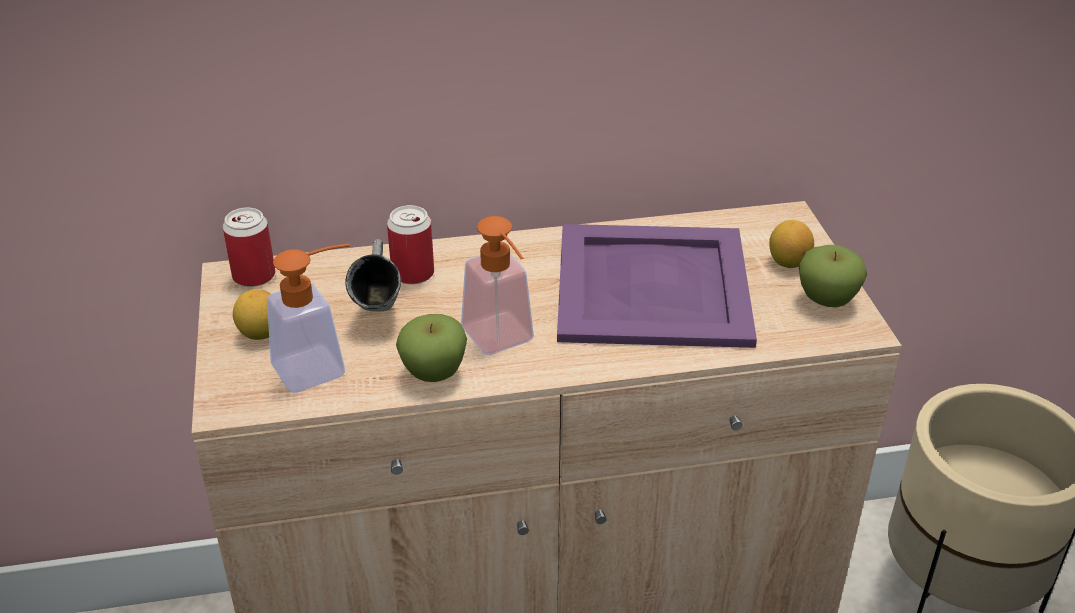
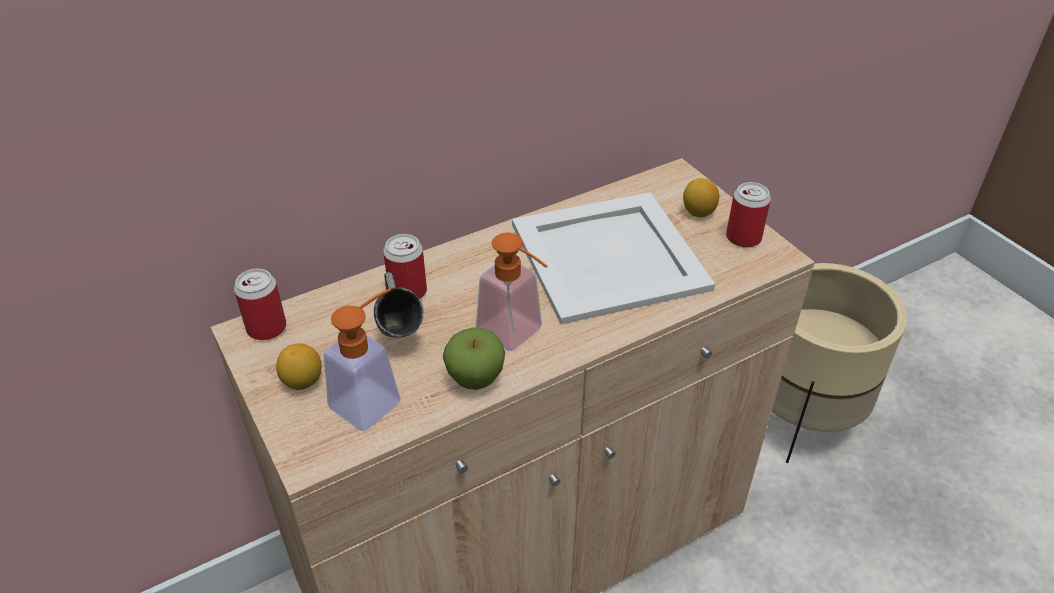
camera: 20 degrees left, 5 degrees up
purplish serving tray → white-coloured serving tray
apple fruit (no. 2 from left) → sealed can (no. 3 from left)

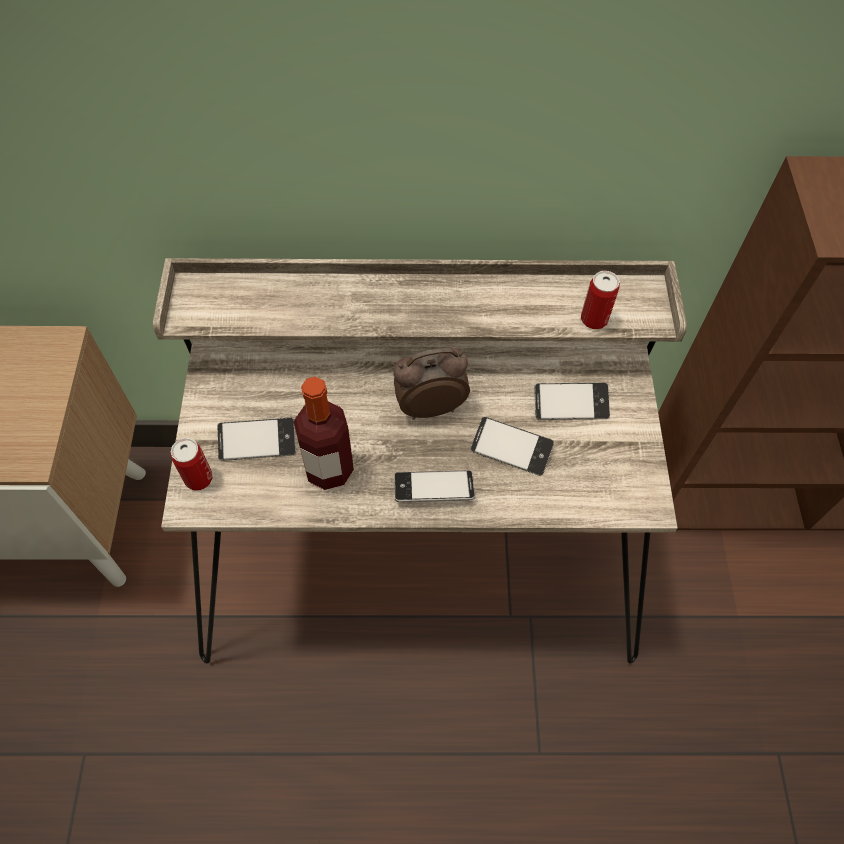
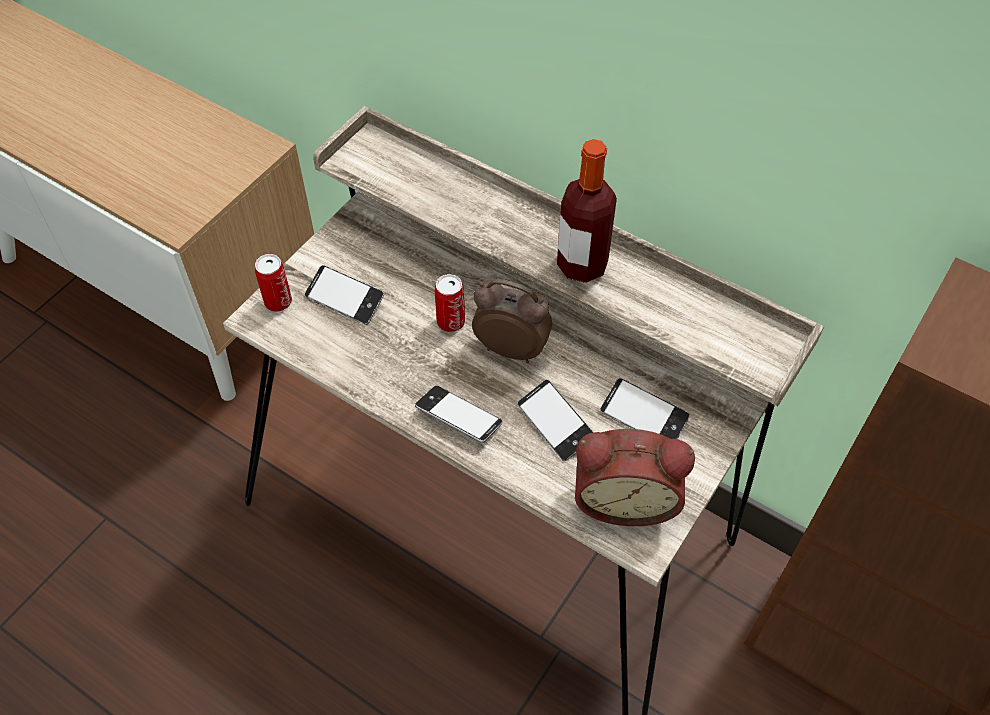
camera: 35 degrees right, 5 degrees down
drink bottle, shifted
sealed can (no. 2 from left), shifted
- → table clock (no. 2 from left)

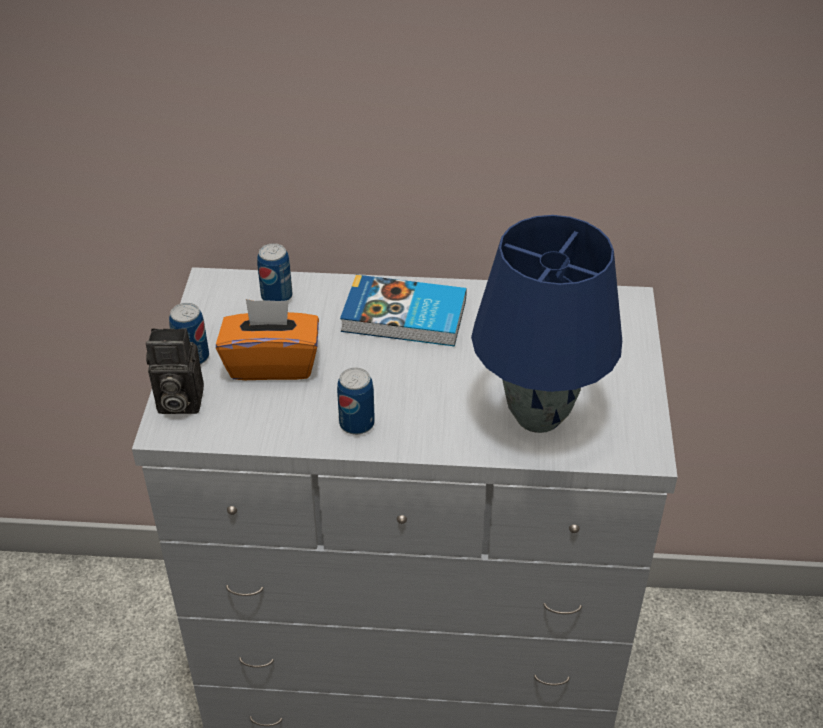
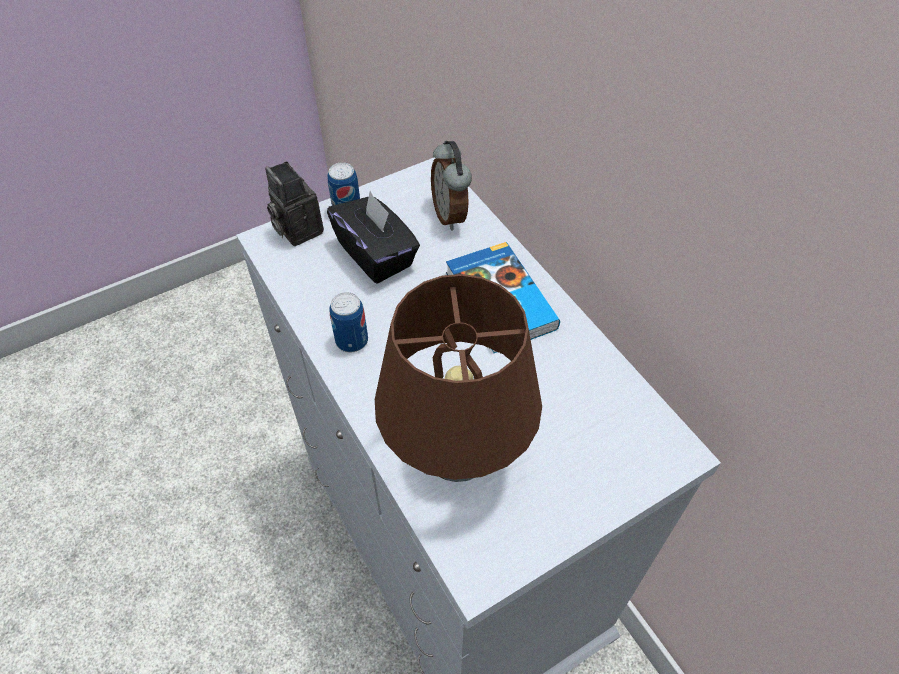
camera: 55 degrees right, 10 degrees up
orange box of tissues → black box of tissues
sealed can (no. 2 from left) → table clock
bluish tabletop lamp → brownish tabletop lamp

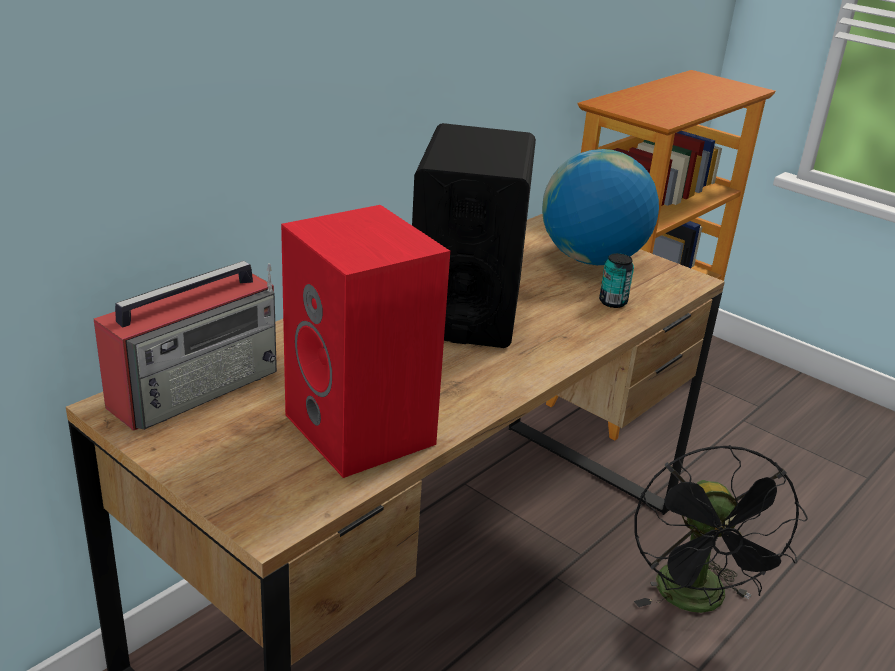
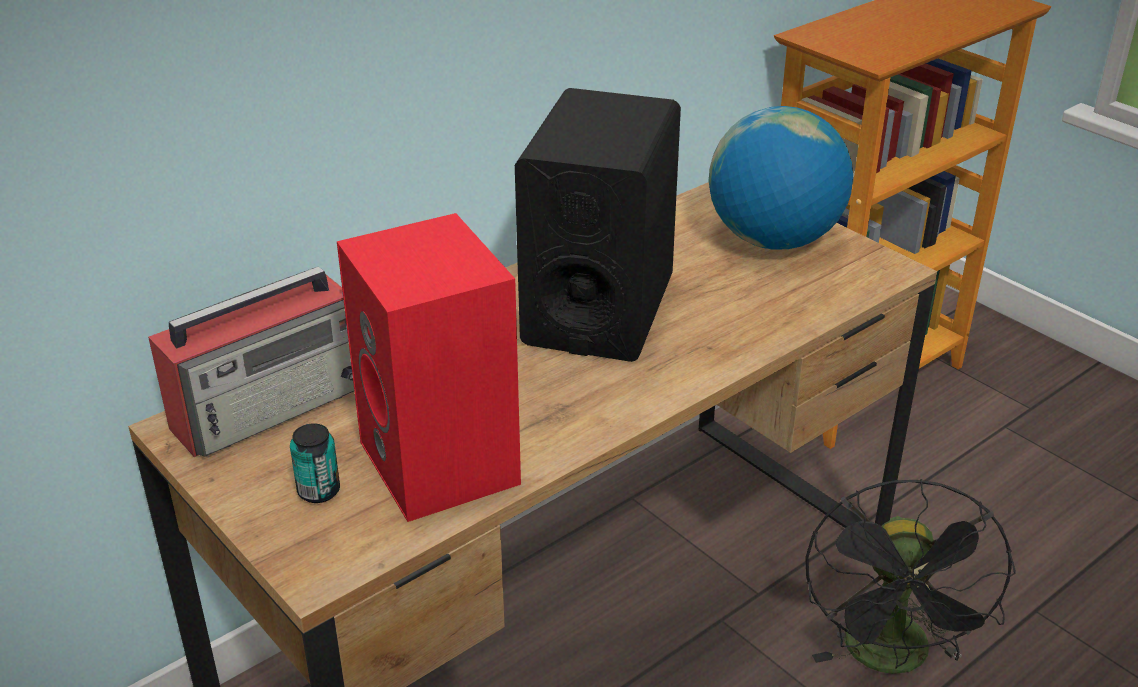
camera: 10 degrees right, 5 degrees up
sealed can, shifted

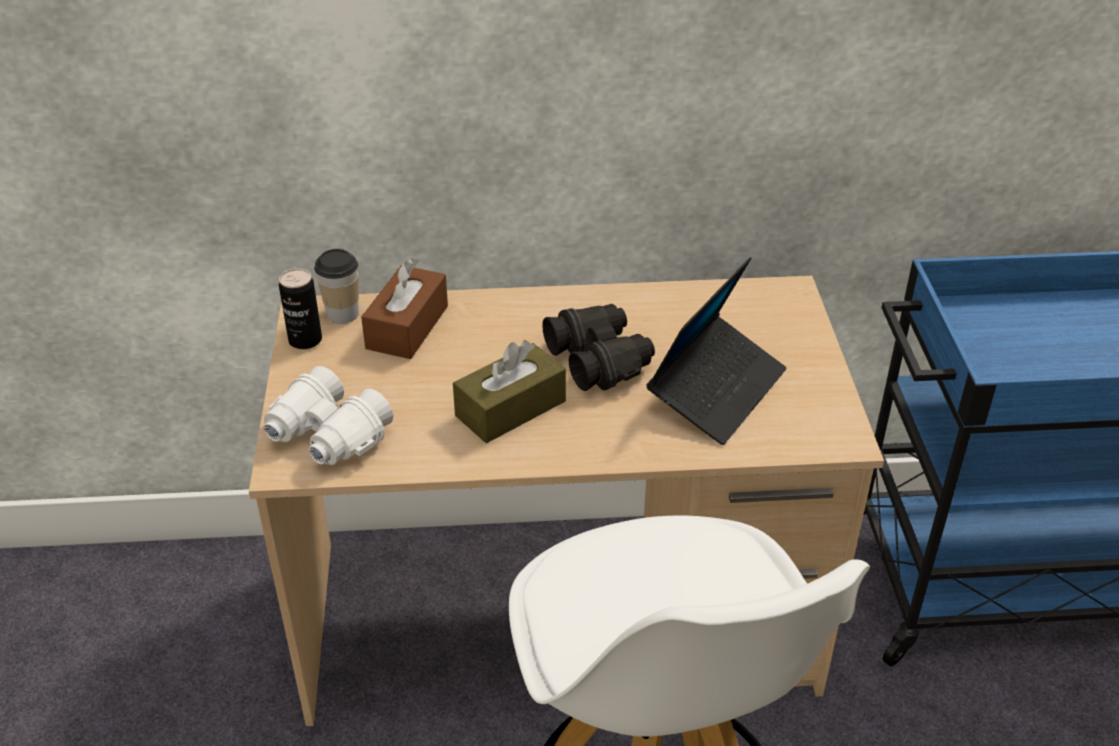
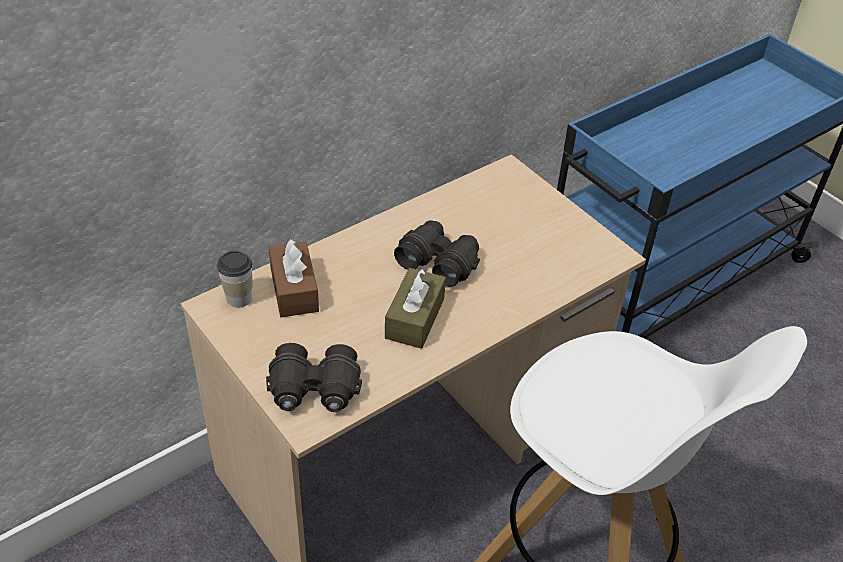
camera: 35 degrees left, 5 degrees up
white-coloured pair of binoculars → black pair of binoculars (no. 1 from left)
sealed can → -
notebook computer → -

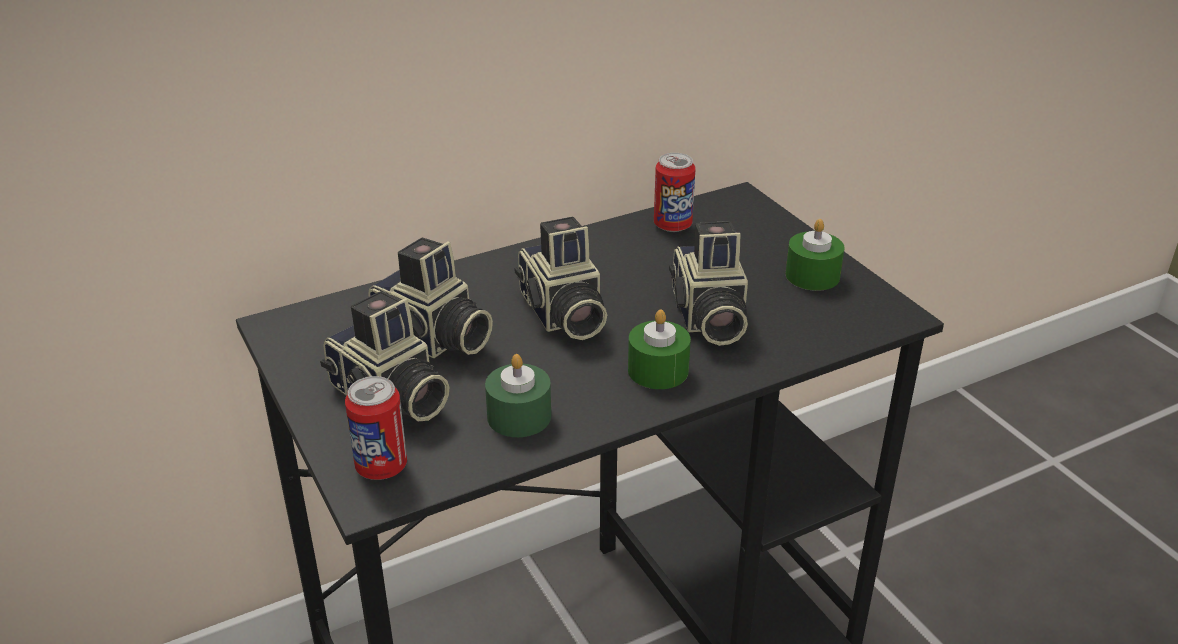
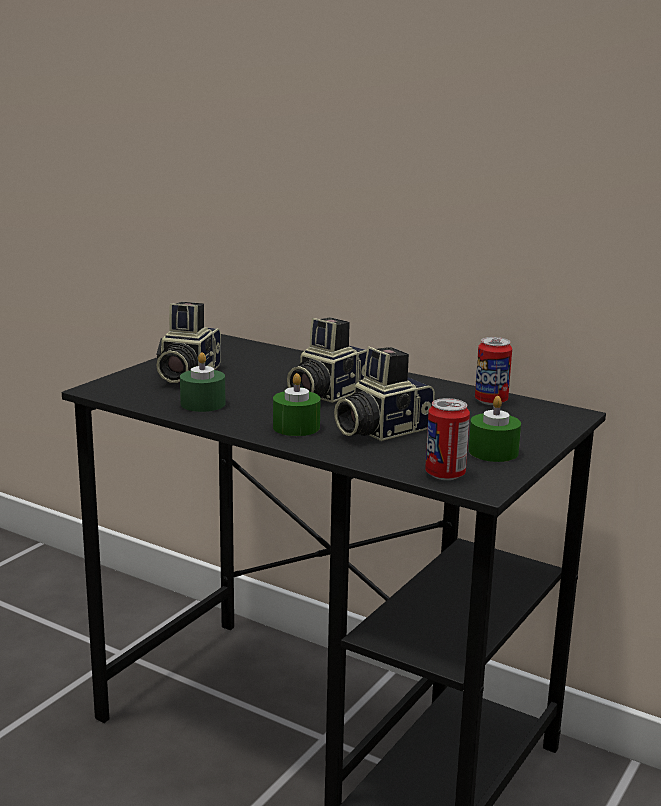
camera: 60 degrees right, 15 degrees down
sealed can (no. 1 from left), shifted
photo camera (no. 2 from left) → -

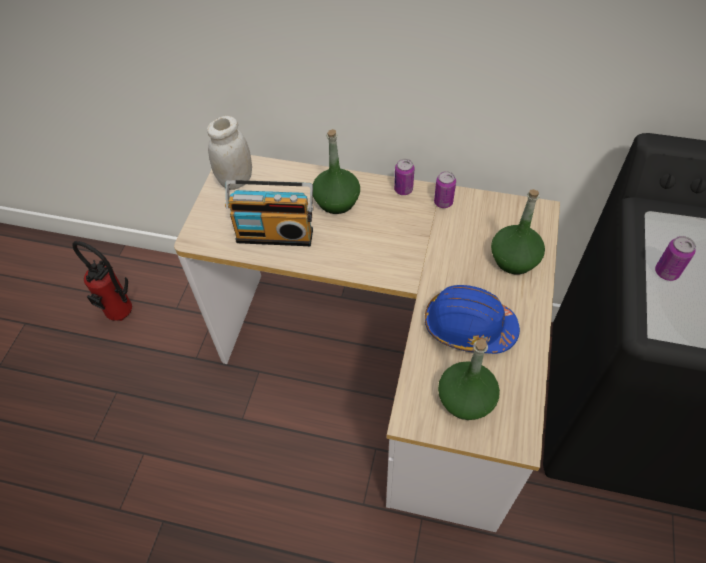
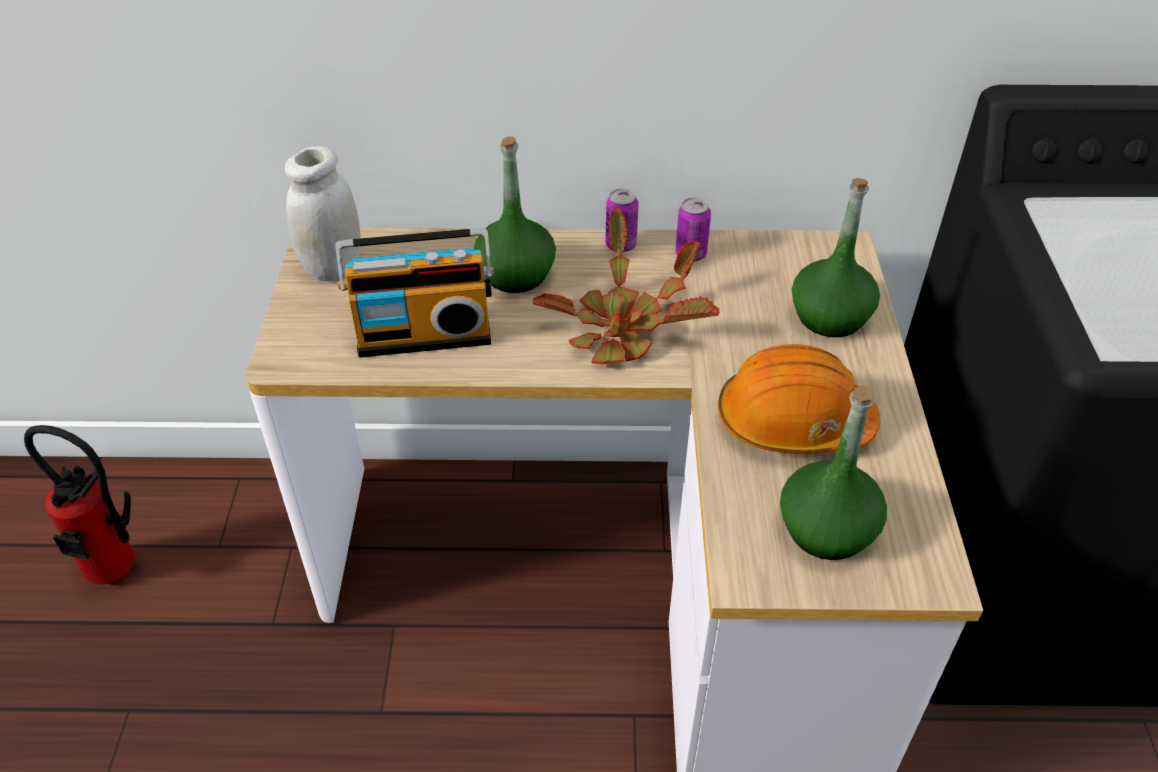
camera: 15 degrees left, 10 degrees down
bluish hard hat → orange hard hat
sealed can (no. 3 from left) → -
- → plant in a pot

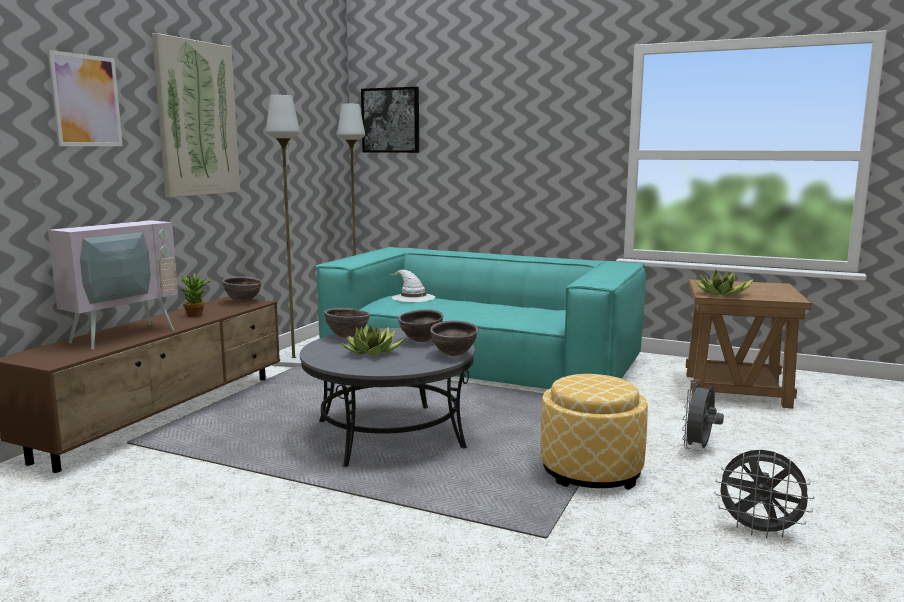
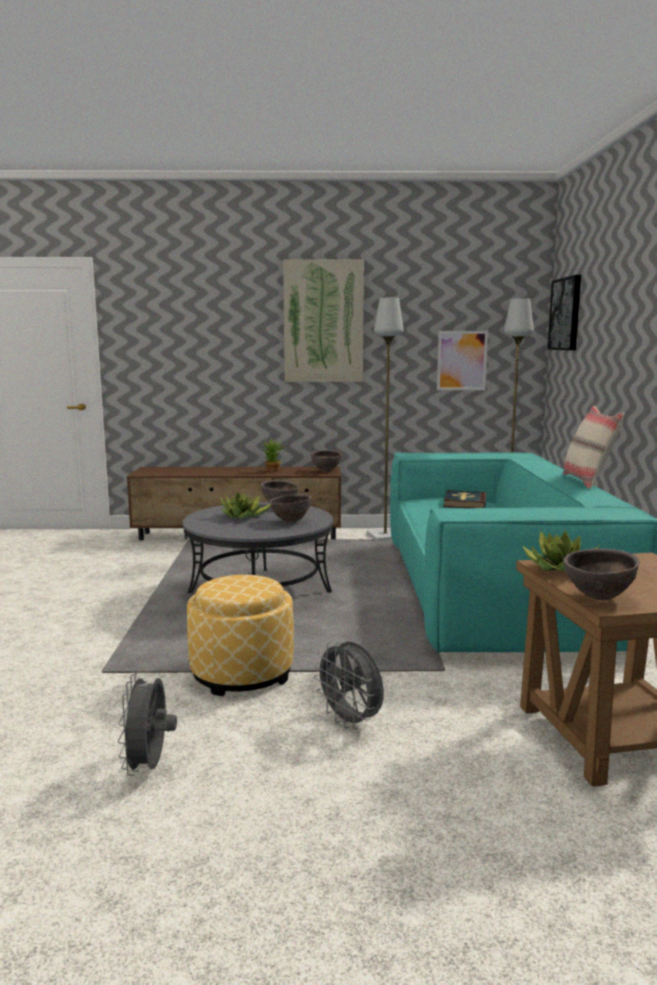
camera: 65 degrees right, 0 degrees up
TV → -
wall art (no. 1 from left in the first image) → wall art (no. 2 from left), shifted
white-coloured hat → bound book
brownish deep dish (no. 4 from left), shifted
greyish cooling fan (no. 1 from left in the first image) → greyish cooling fan (no. 2 from left), 135 degrees counterclockwise
- → beige-coloured throw pillow

